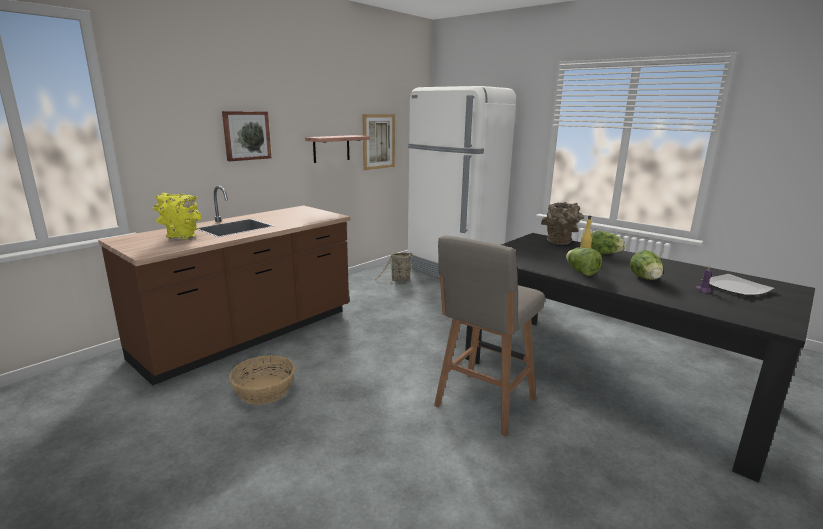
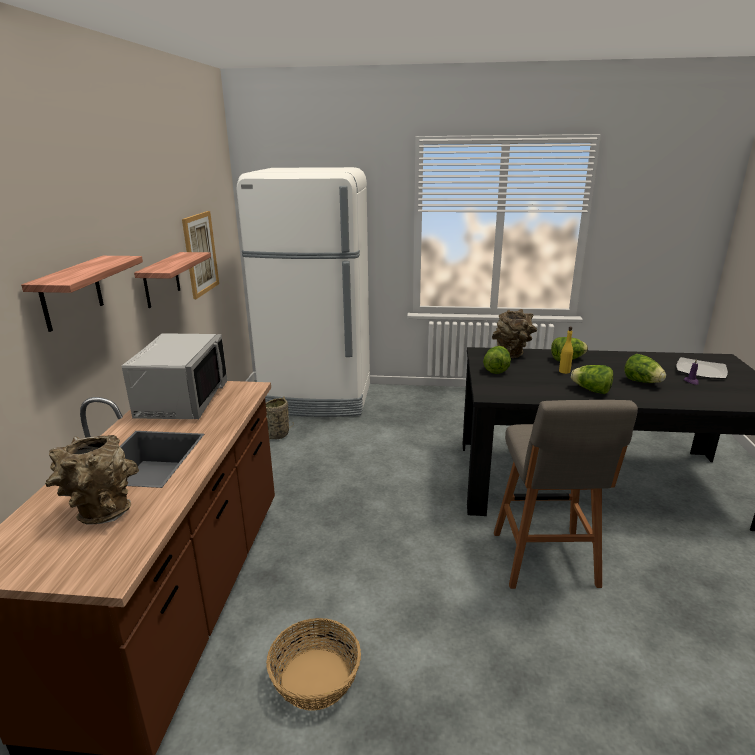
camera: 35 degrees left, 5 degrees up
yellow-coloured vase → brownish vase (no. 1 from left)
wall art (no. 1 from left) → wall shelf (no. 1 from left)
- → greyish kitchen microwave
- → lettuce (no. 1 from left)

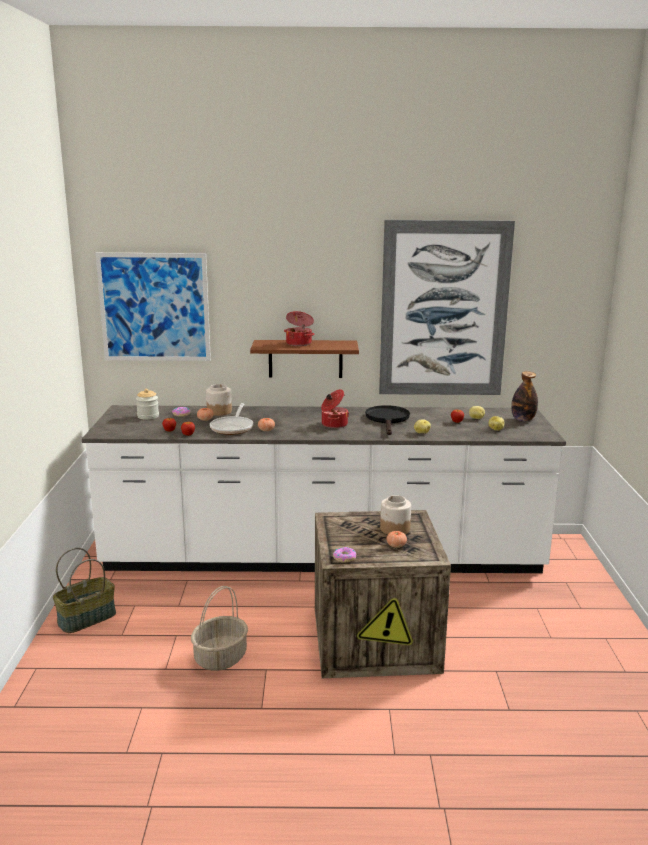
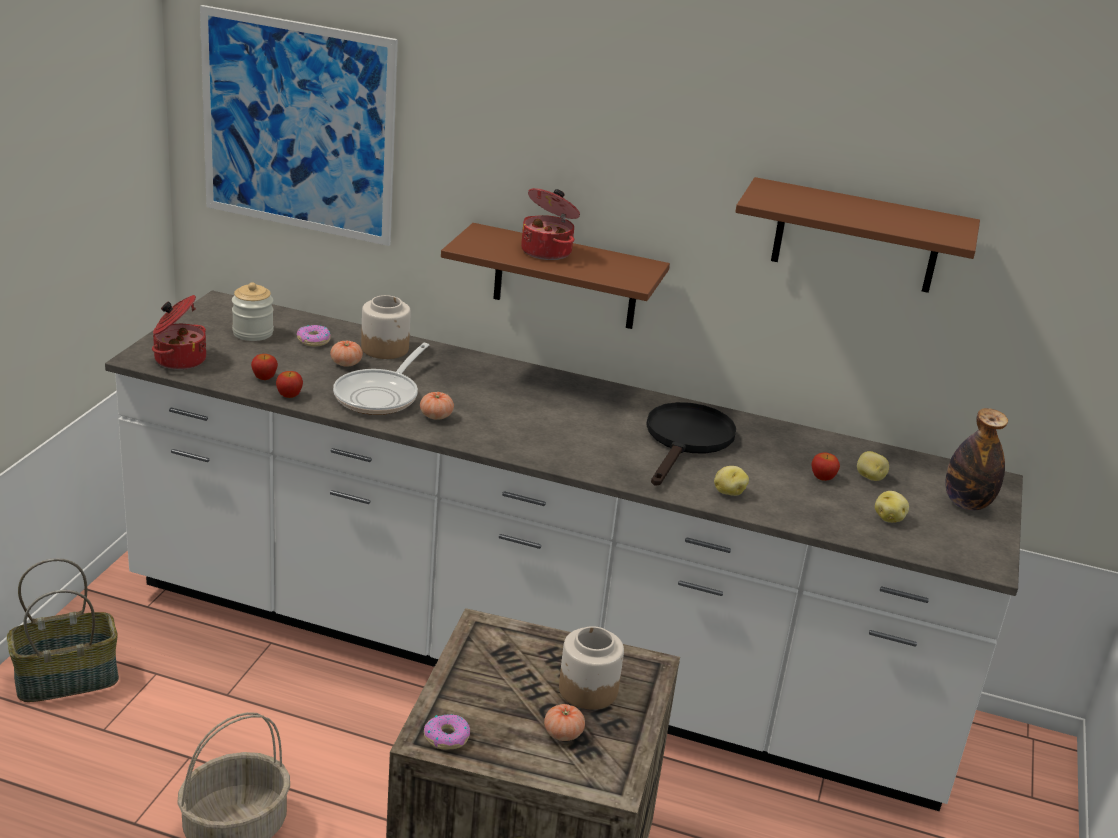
camera: 15 degrees right, 10 degrees up
cooking pot (no. 2 from left in the first image) → cooking pot (no. 1 from left), shifted
wall art (no. 2 from left) → brownish wall shelf (no. 2 from left)

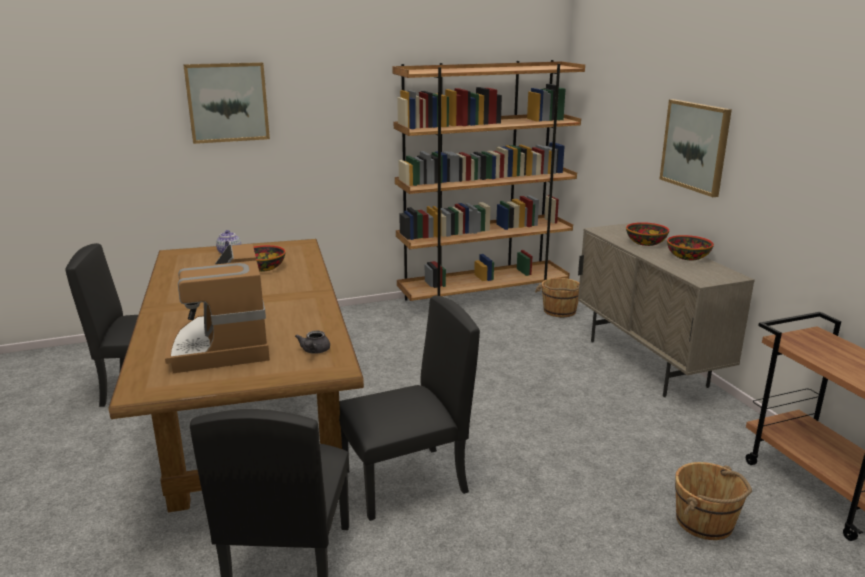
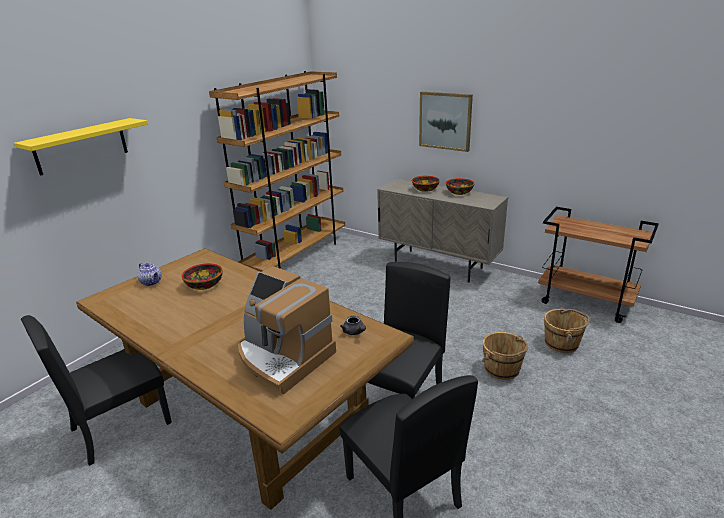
camera: 35 degrees left, 5 degrees up
wall art (no. 1 from left) → yellow-coloured wall shelf
brownish water bucket (no. 1 from left), shifted

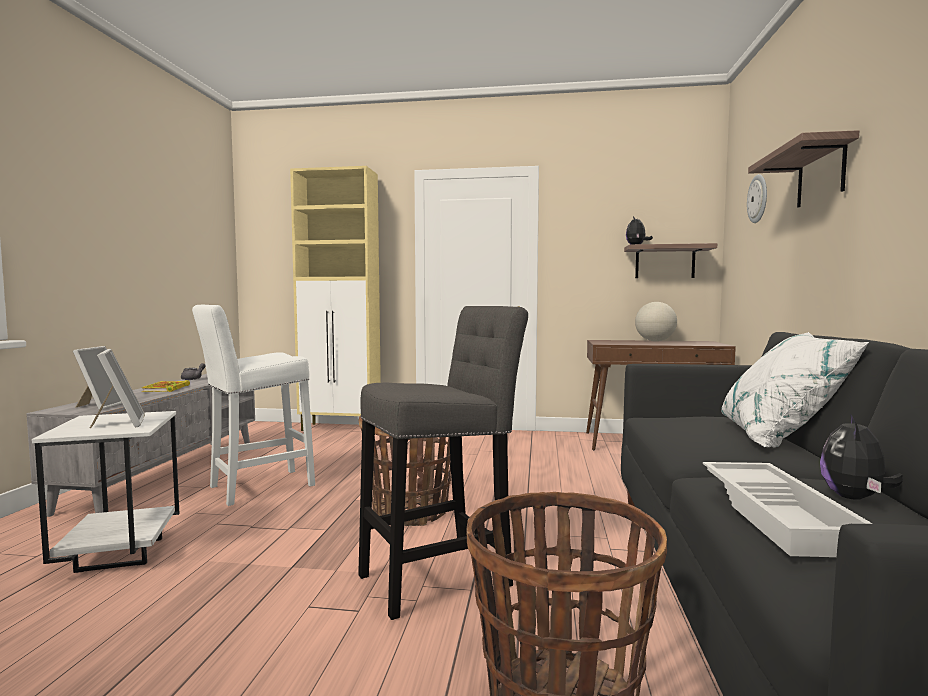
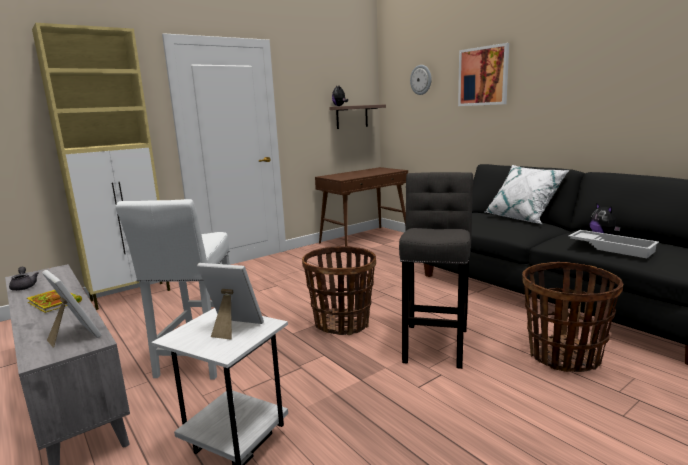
camera: 45 degrees left, 10 degrees up
globe → -
wall shelf (no. 2 from left) → wall art

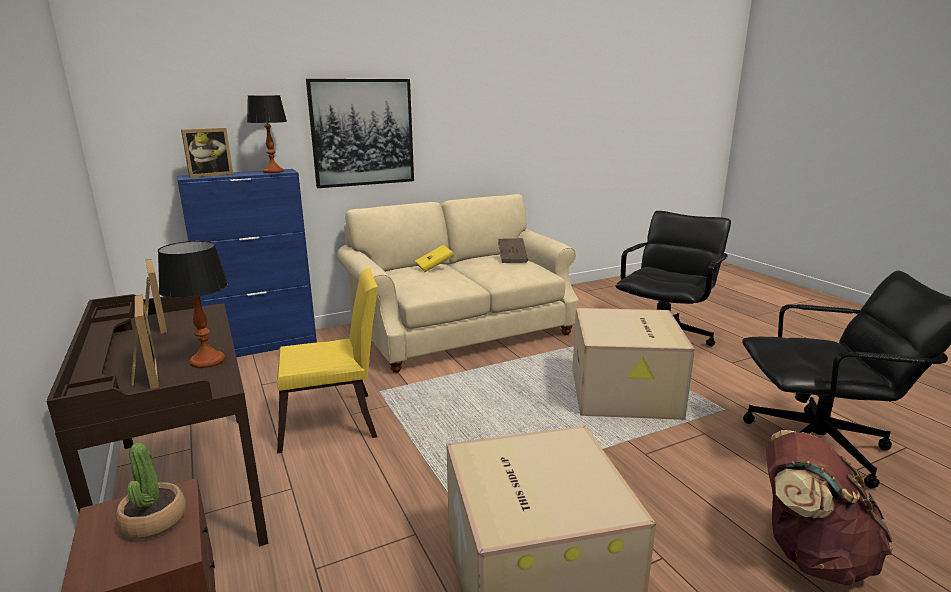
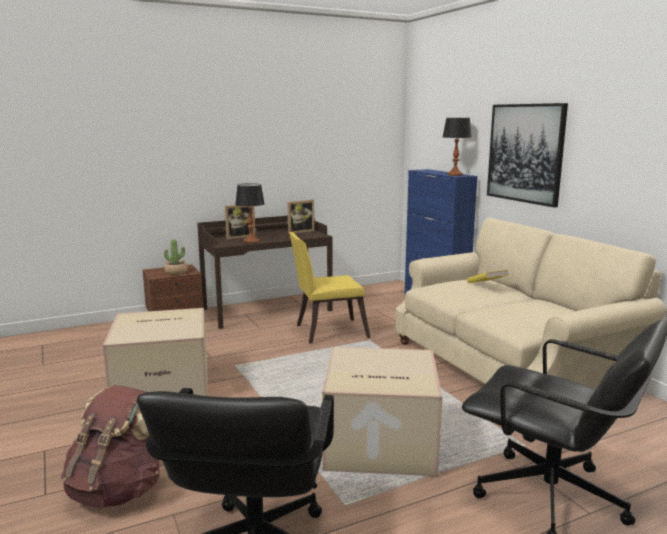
camera: 90 degrees right, 5 degrees down
picture frame (no. 3 from left) → -
yellow-coloured chair, 90 degrees clockwise
brownish bound book → -

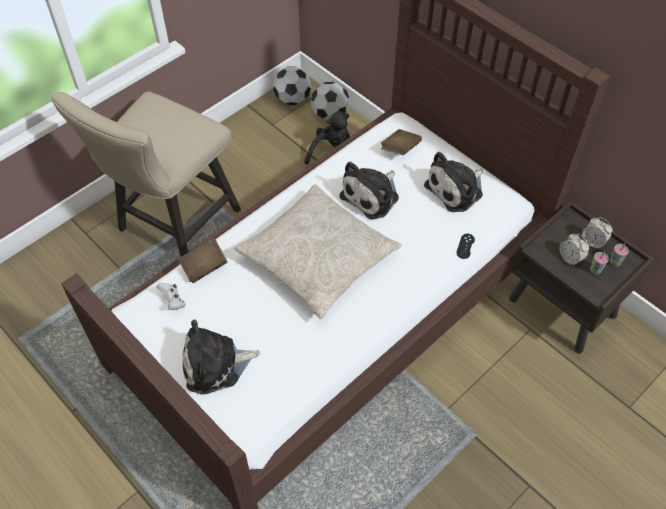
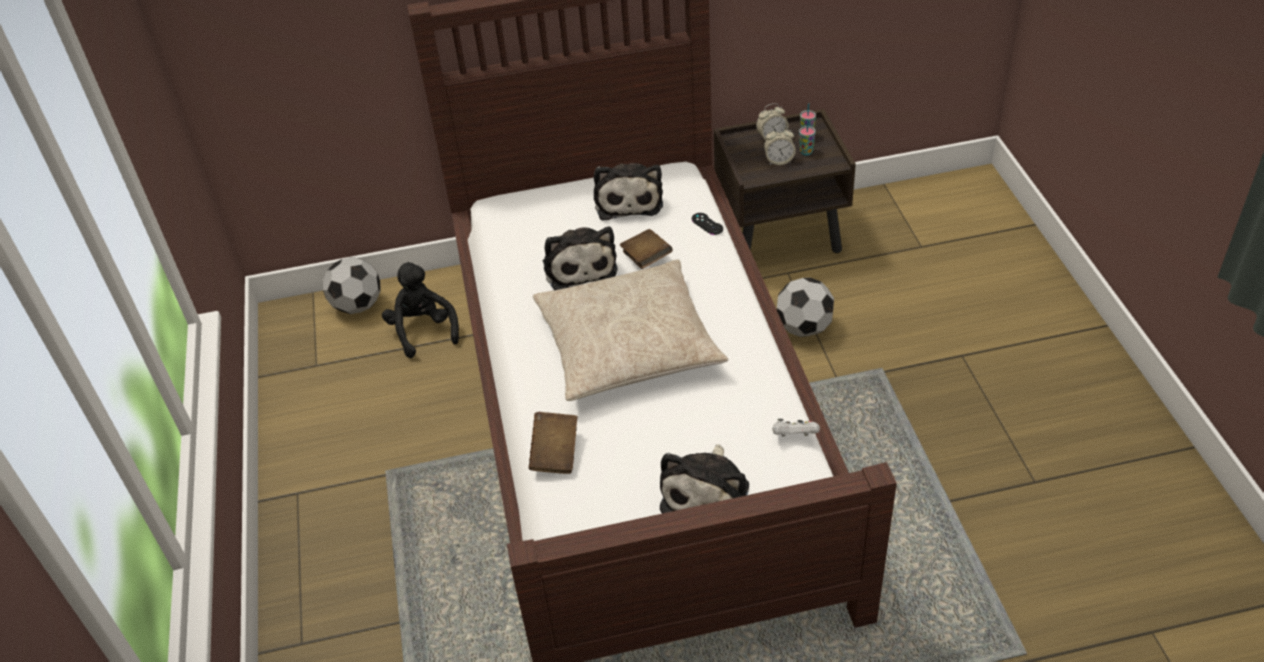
camera: 55 degrees left, 10 degrees down
beige-coloured chair → -
white-coloured game controller, shifted
football ball (no. 1 from left in the first image) → football ball (no. 2 from left), shifted
brownish bound book (no. 2 from left), shifted

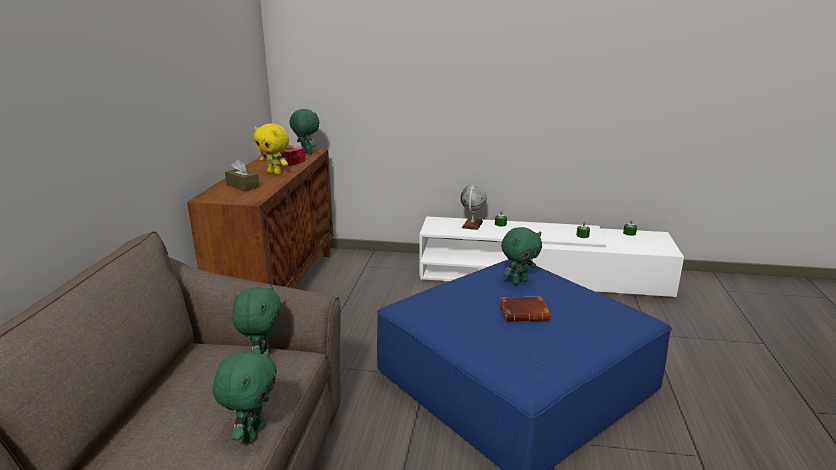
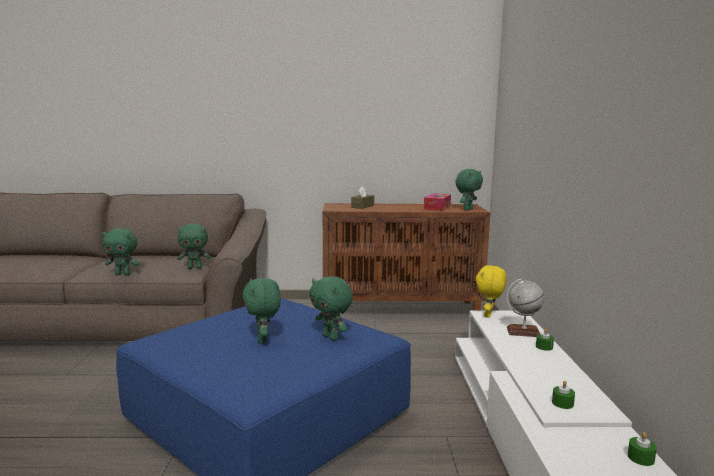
camera: 80 degrees right, 10 degrees down
yellow-coloured cuddly toy, shifted
brownish bound book → green-coloured cuddly toy (no. 3 from left)

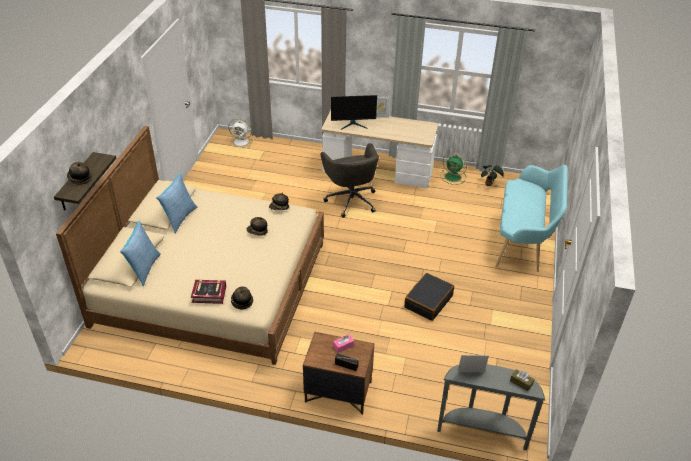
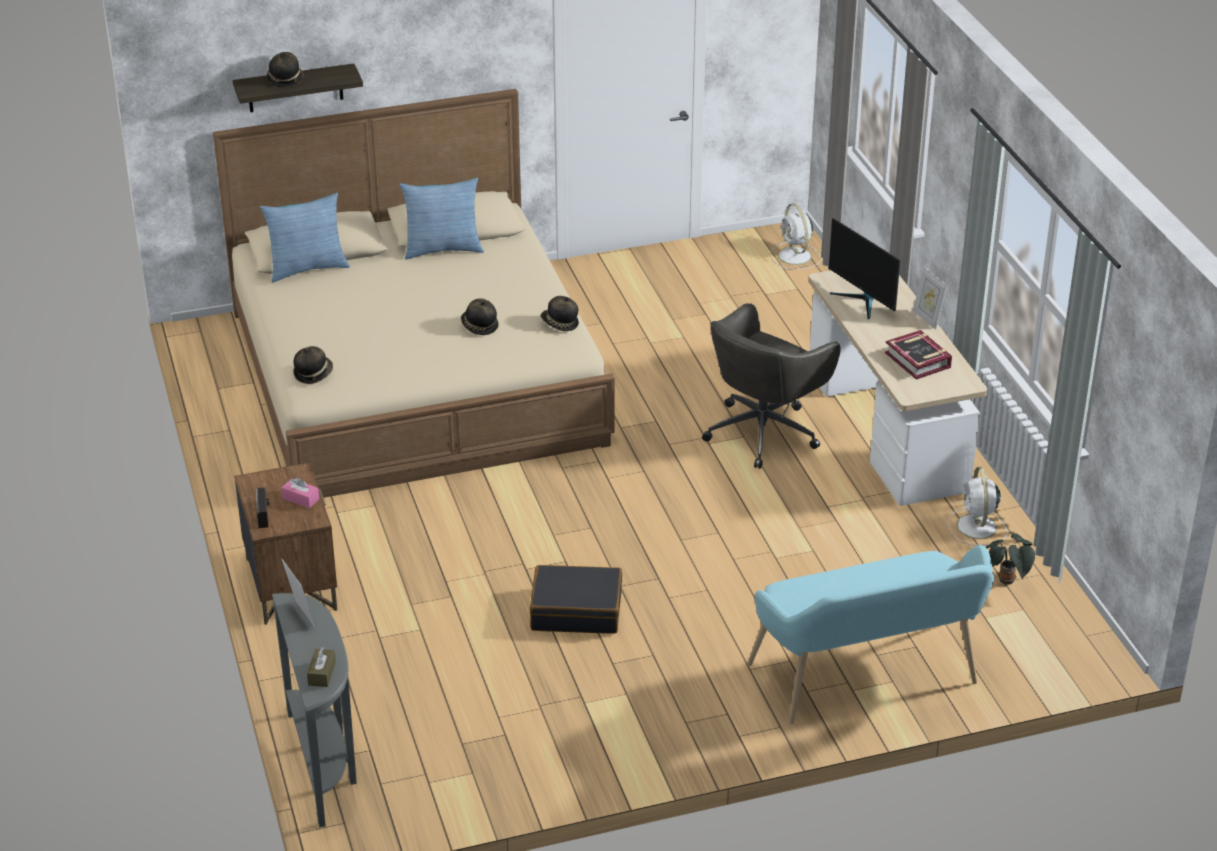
camera: 60 degrees right, 5 degrees down
bound book, shifted
green-coloured cooling fan → white-coloured cooling fan (no. 2 from left)

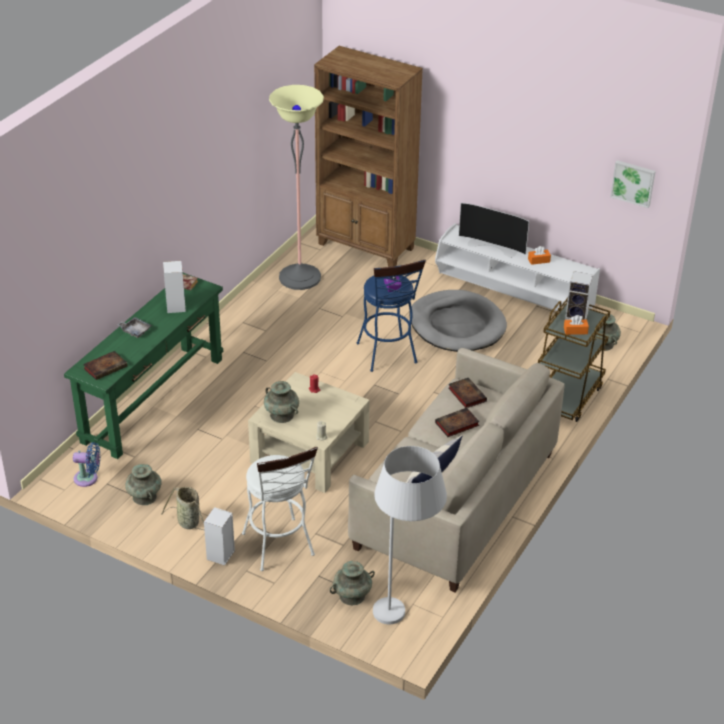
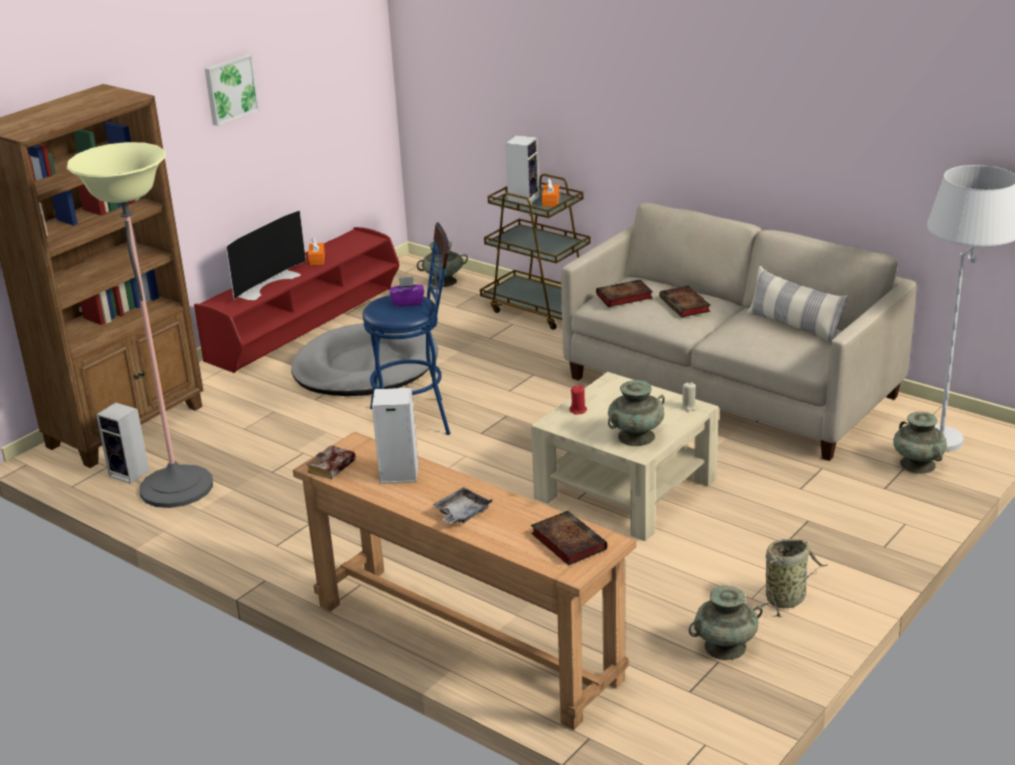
camera: 80 degrees left, 10 degrees down
green-coloured narrow table → brownish narrow table
bluish cooling fan → -
speaker (no. 2 from left in the first image) → speaker (no. 1 from left), shifted
white-coloured stool seat → -
white-coloured media console → red-coloured media console
wall art, shifted

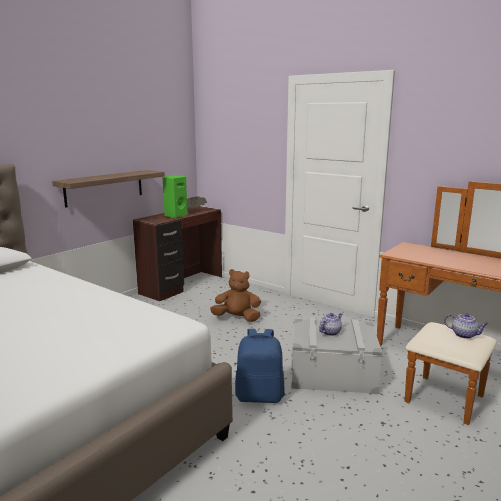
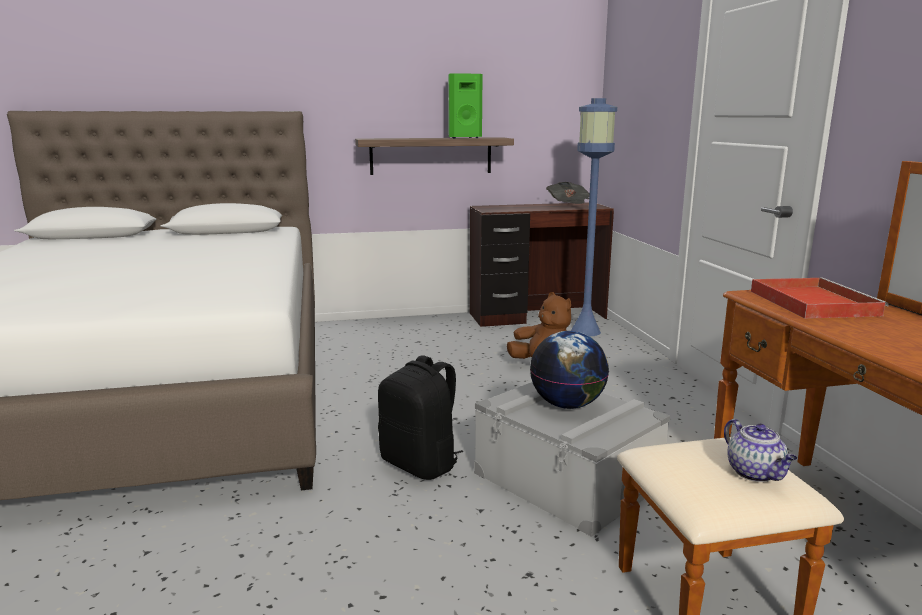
camera: 40 degrees right, 0 degrees up
green-coloured speaker, shifted
bluish rucksack → black rucksack
tea pot (no. 1 from left) → globe
- → bluish standing lamp
- → red-coloured serving tray

